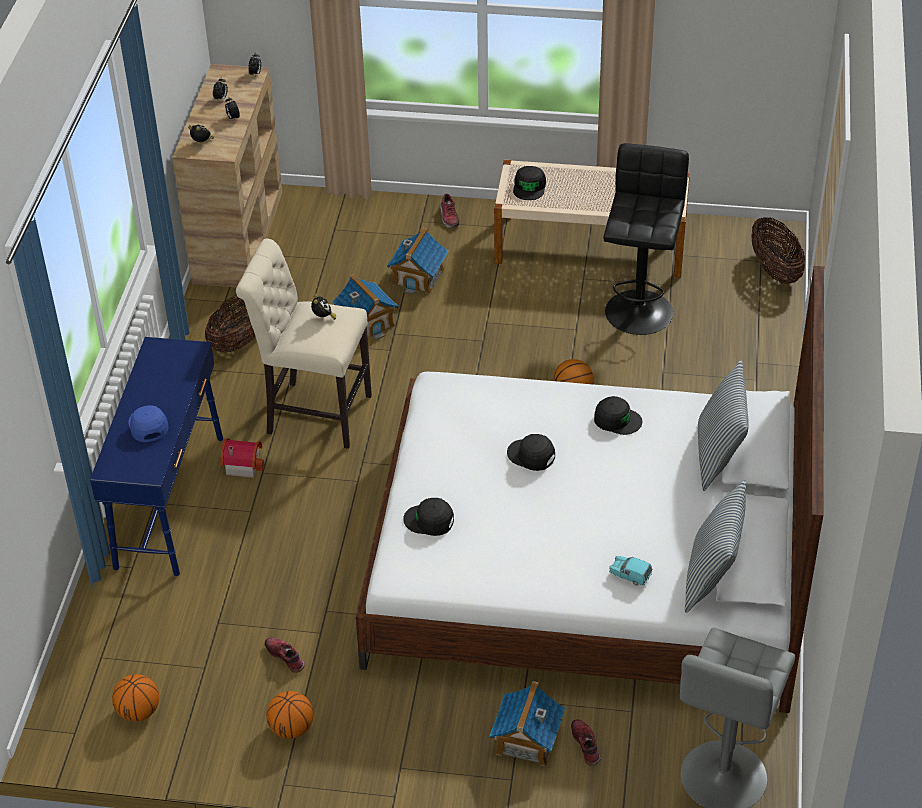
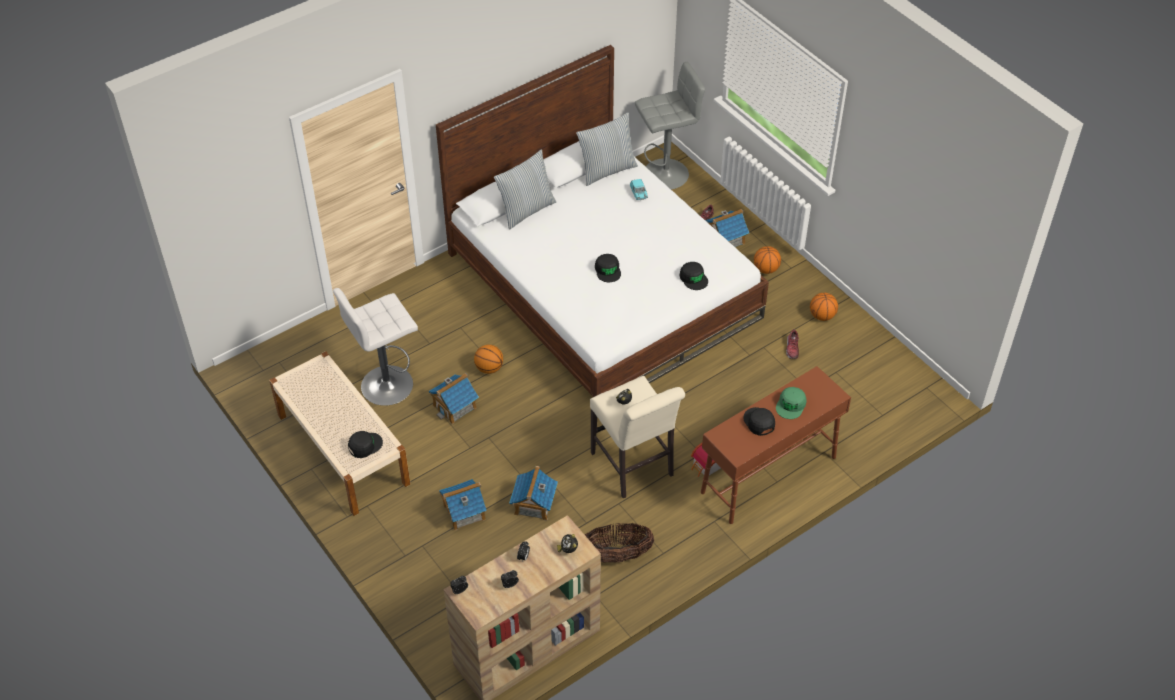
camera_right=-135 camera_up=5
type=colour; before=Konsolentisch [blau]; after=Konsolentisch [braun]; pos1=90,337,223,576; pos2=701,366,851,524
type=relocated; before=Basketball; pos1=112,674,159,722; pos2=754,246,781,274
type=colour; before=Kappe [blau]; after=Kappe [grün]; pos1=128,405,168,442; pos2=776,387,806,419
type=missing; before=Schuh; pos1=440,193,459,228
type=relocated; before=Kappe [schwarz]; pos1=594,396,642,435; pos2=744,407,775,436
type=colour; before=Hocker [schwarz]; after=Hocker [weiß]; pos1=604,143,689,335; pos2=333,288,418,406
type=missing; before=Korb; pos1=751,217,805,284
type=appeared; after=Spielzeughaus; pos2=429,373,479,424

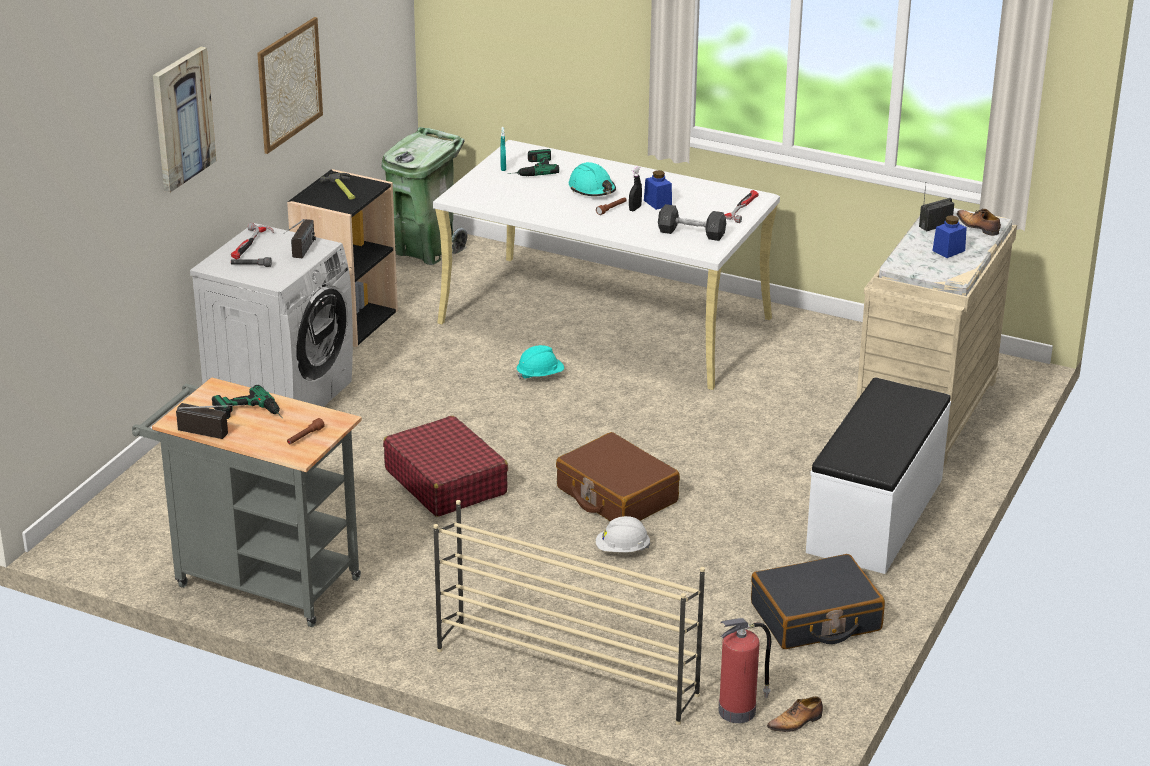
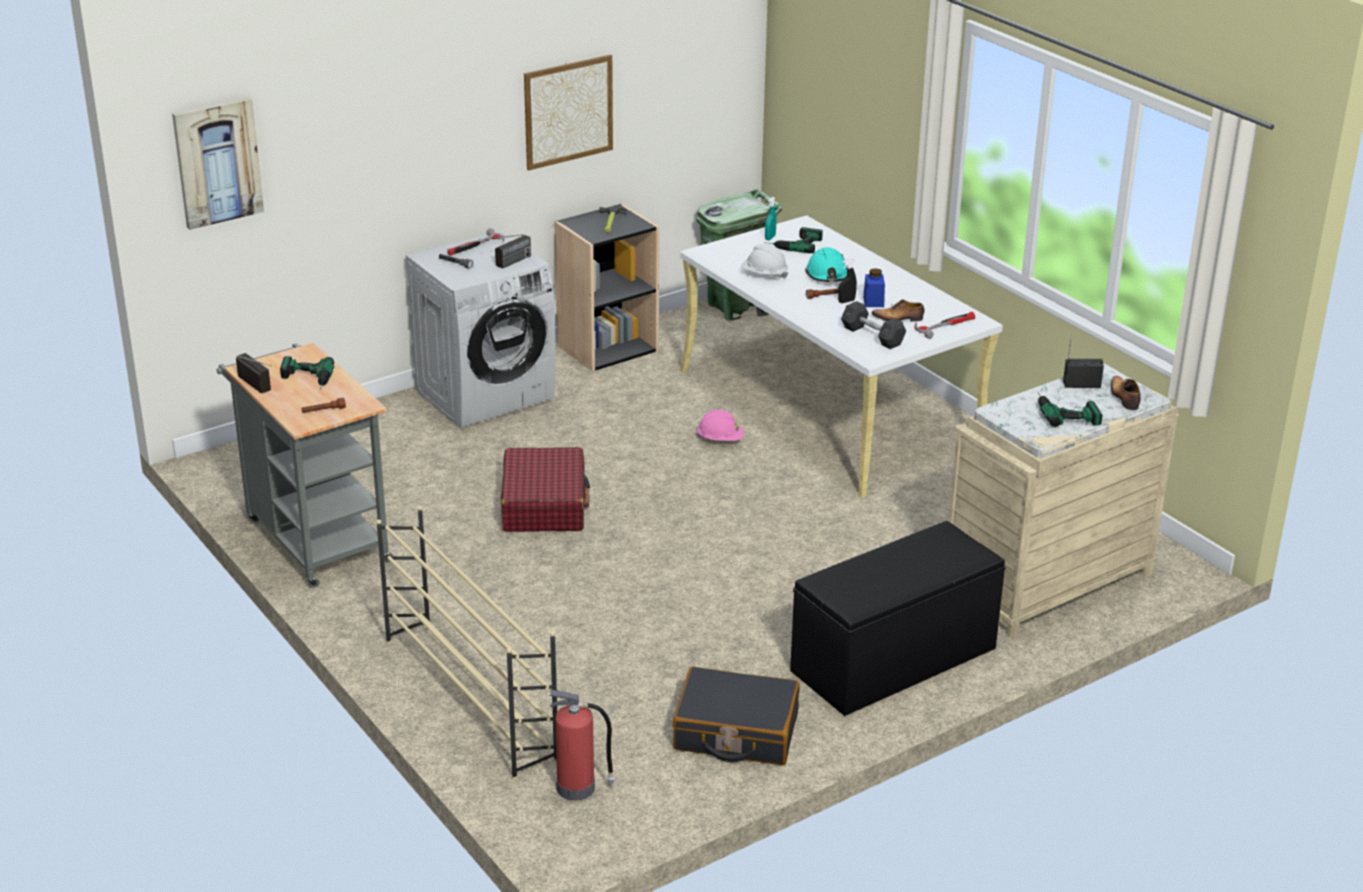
camera_right=30 camera_up=0
type=relocated; before=Bild; pos1=153,46,216,193; pos2=172,98,264,230
type=colour; before=Schutzhelm [türkis]; after=Schutzhelm [rosa]; pos1=516,345,564,379; pos2=696,410,744,441
type=missing; before=Koffer [braun]; pos1=556,432,680,521
type=relocated; before=Schutzhelm [weiß]; pos1=596,516,651,552; pos2=741,244,789,279
type=relocated; before=Schuh; pos1=767,696,823,732; pos2=872,299,924,322
type=colour; before=Bank [weiß]; after=Bank [schwarz]; pos1=806,378,951,574; pos2=790,521,1005,716
type=exchanged; before=Vorratsglas [blau]; after=Bohrmaschine; pos1=932,215,967,258; pos2=1038,393,1103,427

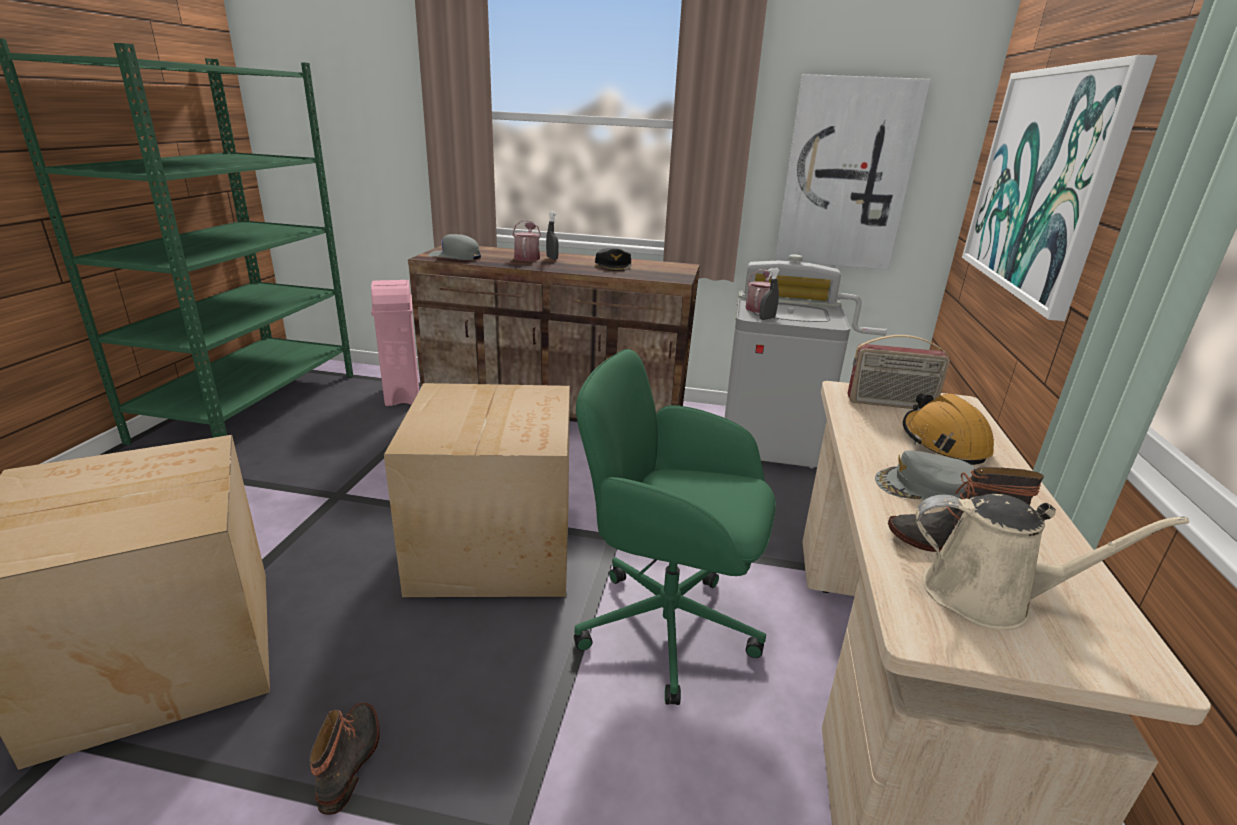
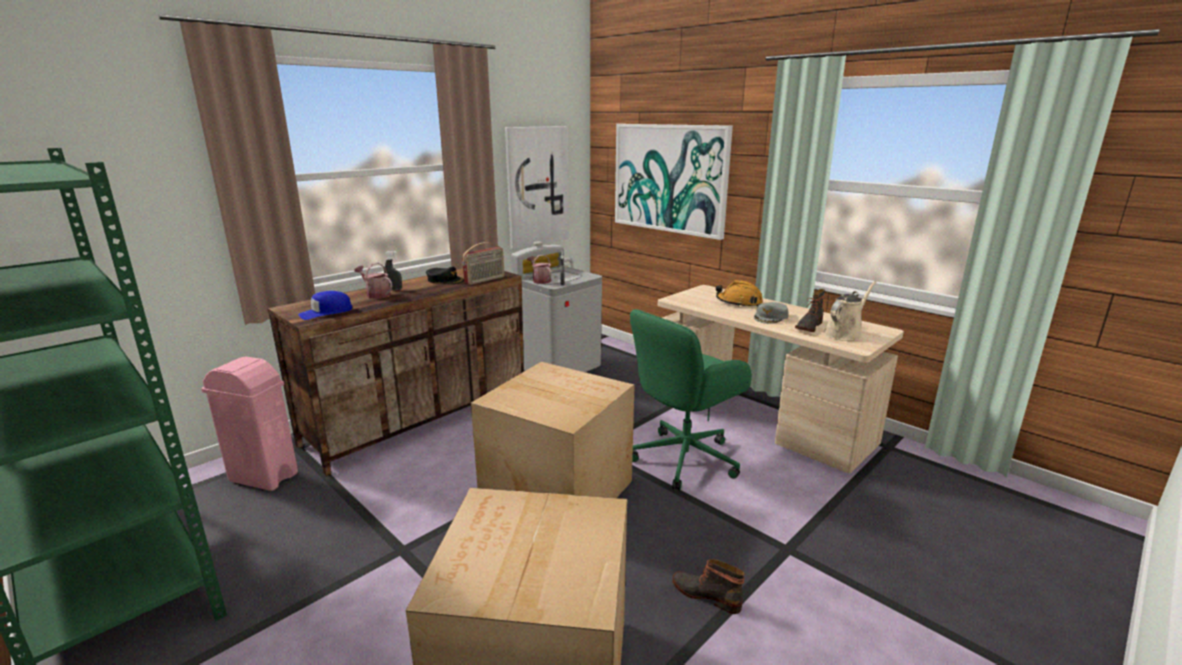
camera_right=-55 camera_up=-5
type=colour; before=Kappe [grau]; after=Kappe [blau]; pos1=428,234,481,260; pos2=298,291,353,320
type=relocated; before=Radio; pos1=847,335,950,409; pos2=462,242,505,285

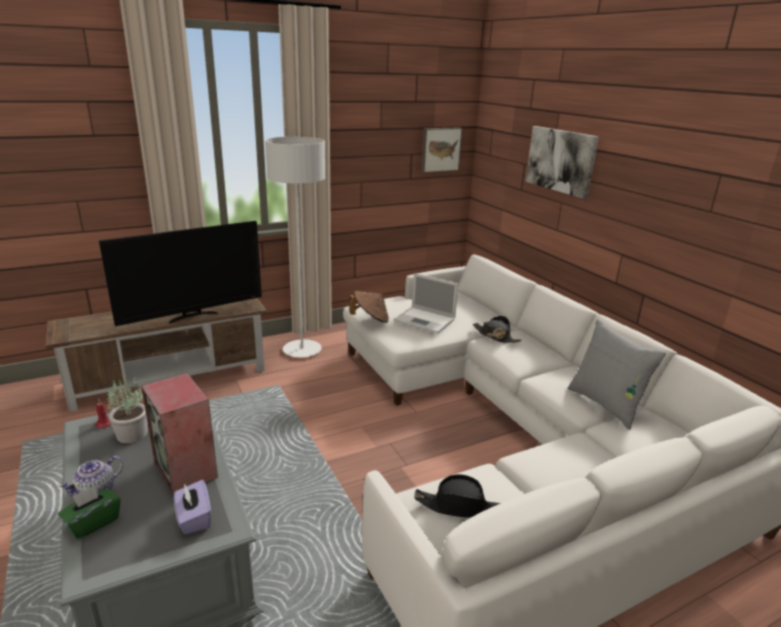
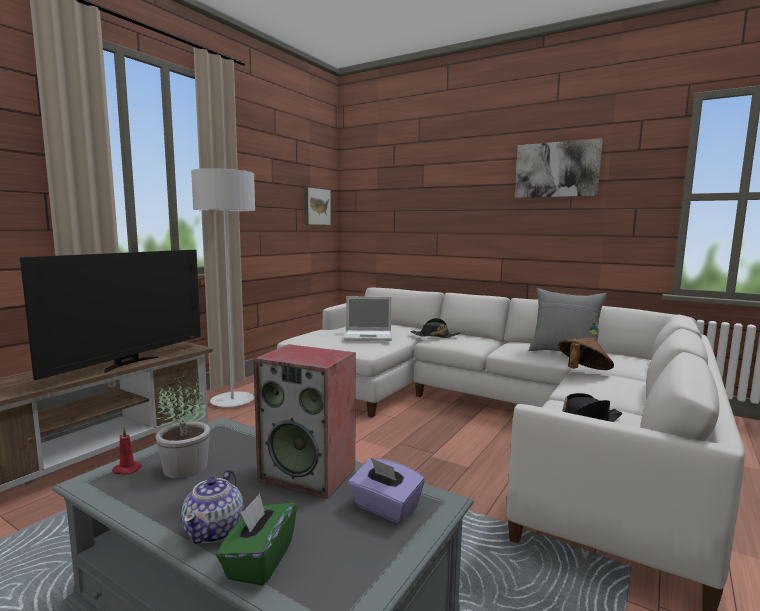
camera_right=-30 camera_up=-15
type=relocated; before=Hut [braun]; pos1=349,291,389,323; pos2=558,337,614,370
type=relocated; before=Bild; pos1=526,126,599,199; pos2=515,138,603,198

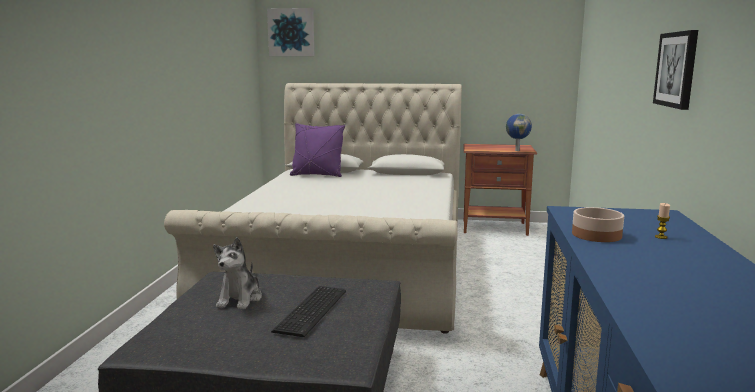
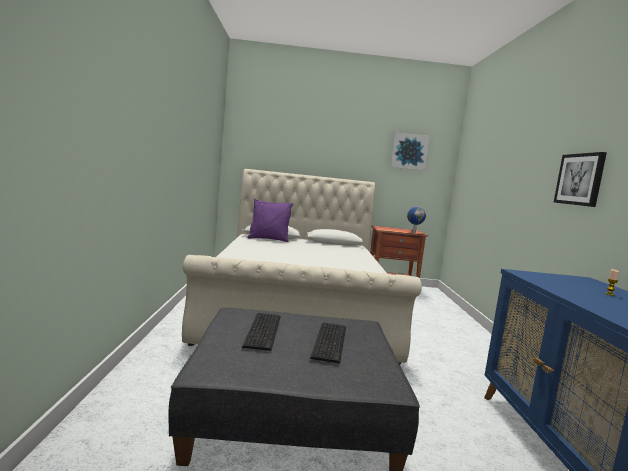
camera_right=-10 camera_up=-5
type=exchanged; before=Plüschtier; after=Tastatur; pos1=213,237,262,309; pos2=242,313,281,351
type=relocated; before=Bild; pos1=267,8,314,56; pos2=391,132,430,171
type=missing; before=Schüssel; pos1=572,207,624,242

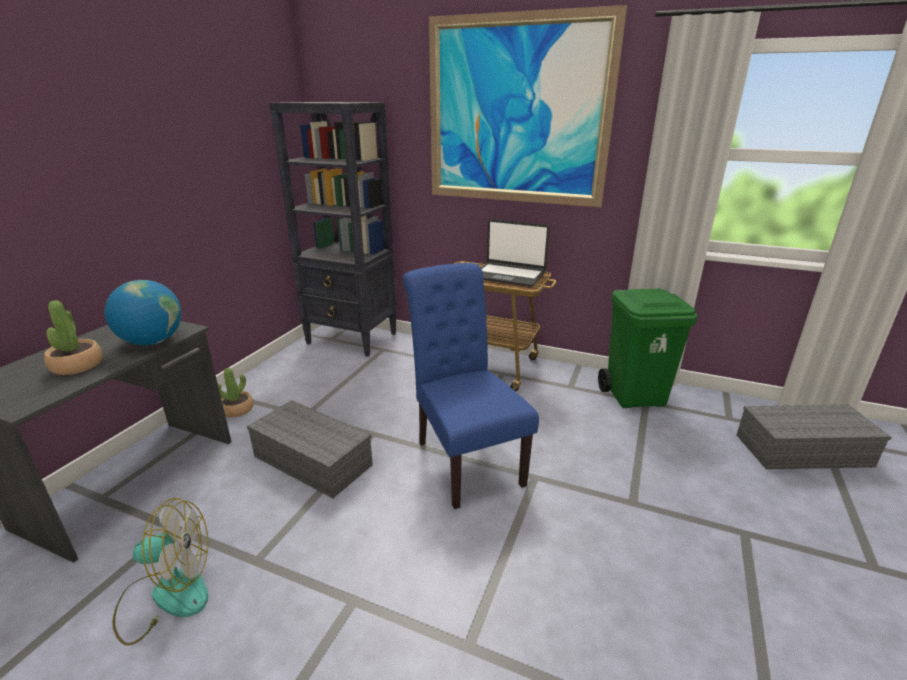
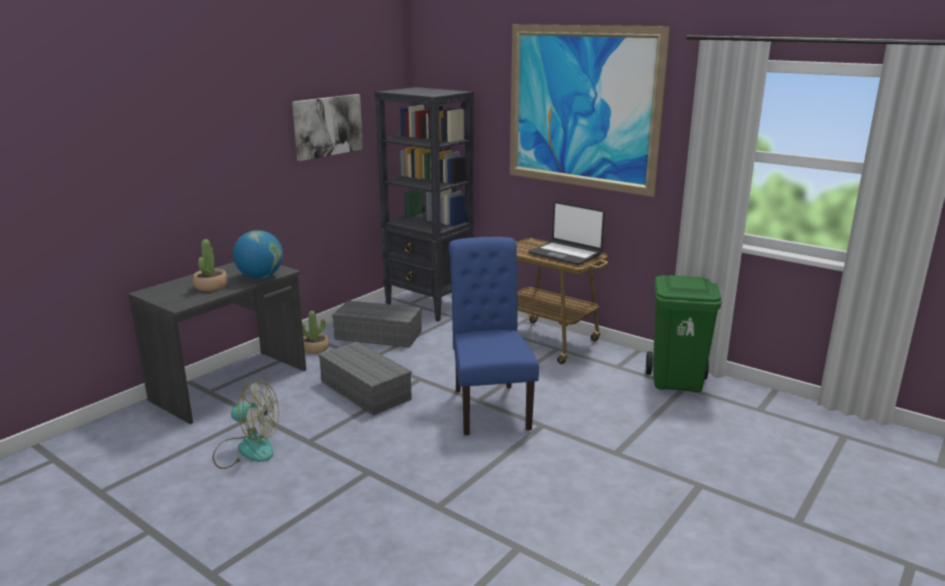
camera_right=15 camera_up=-5
type=relocated; before=Aufbewahrungsbox [grau]; pos1=736,405,891,469; pos2=332,301,422,347
type=appeared; after=Bild; pos2=292,94,363,161

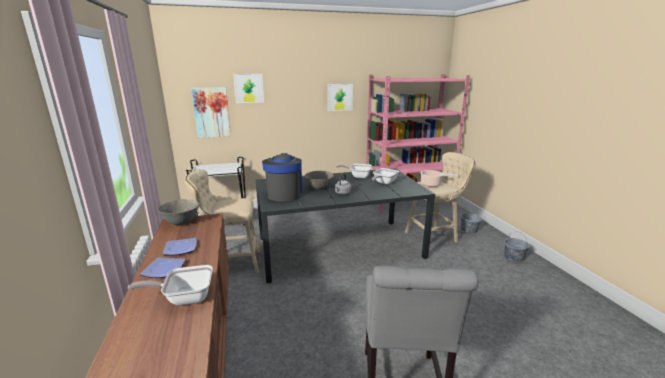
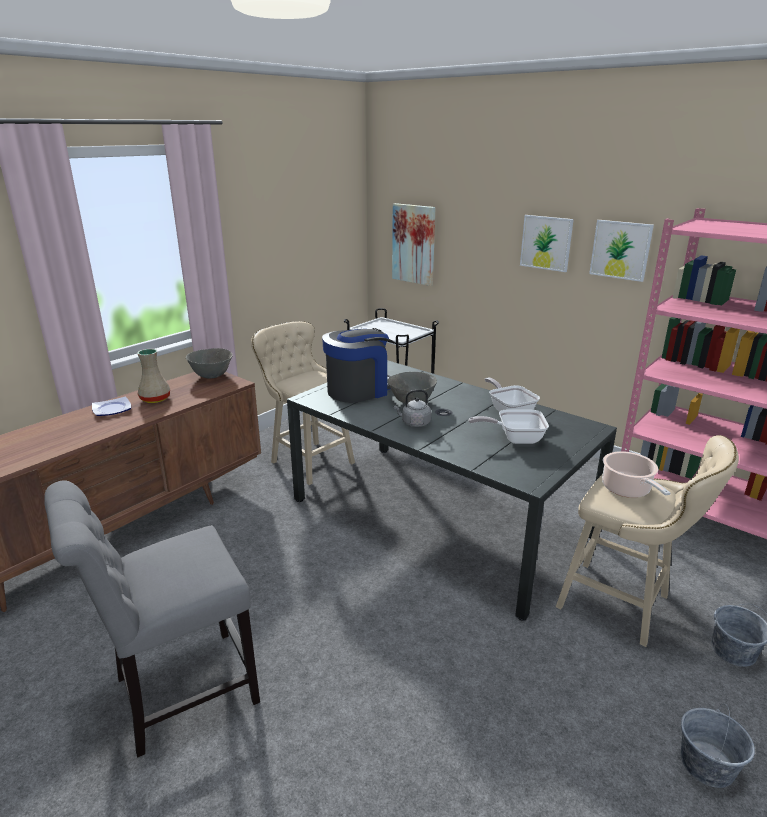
camera_right=55 camera_up=5
type=missing; before=Pfanne; pos1=128,265,213,305
type=exchanged; before=Teller; after=Vase [beige]; pos1=163,238,197,256; pos2=137,349,170,403
type=relocated; before=Bild; pos1=233,74,264,103; pos2=520,215,574,272

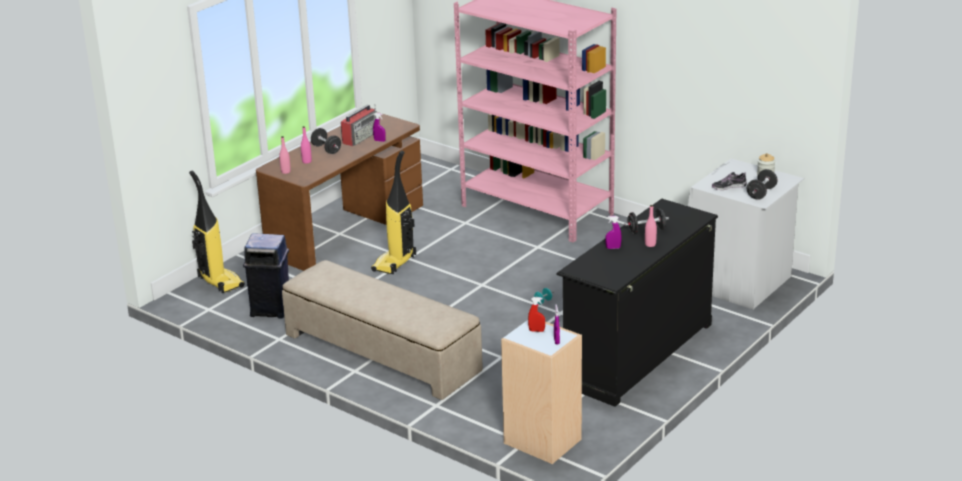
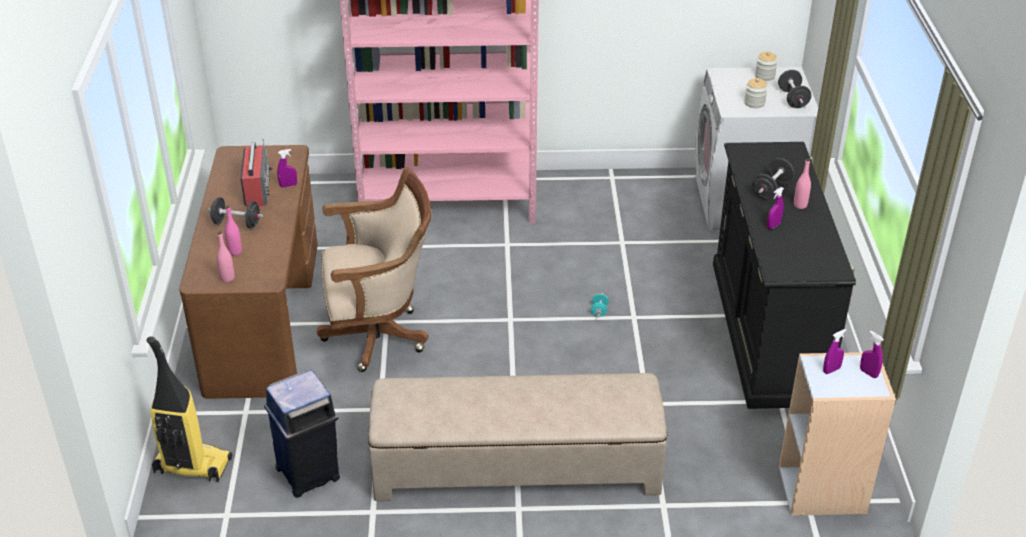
camera_right=-40 camera_up=10
type=exchanged; before=Staubsauger; after=Bürostuhl; pos1=371,151,416,274; pos2=317,167,431,372
type=colour; before=Sprühflasche [rot]; after=Sprühflasche [lila]; pos1=528,297,545,332; pos2=823,329,847,374
type=exchanged; before=Schuh; after=Vorratsglas; pos1=712,172,747,190; pos2=744,78,768,108

